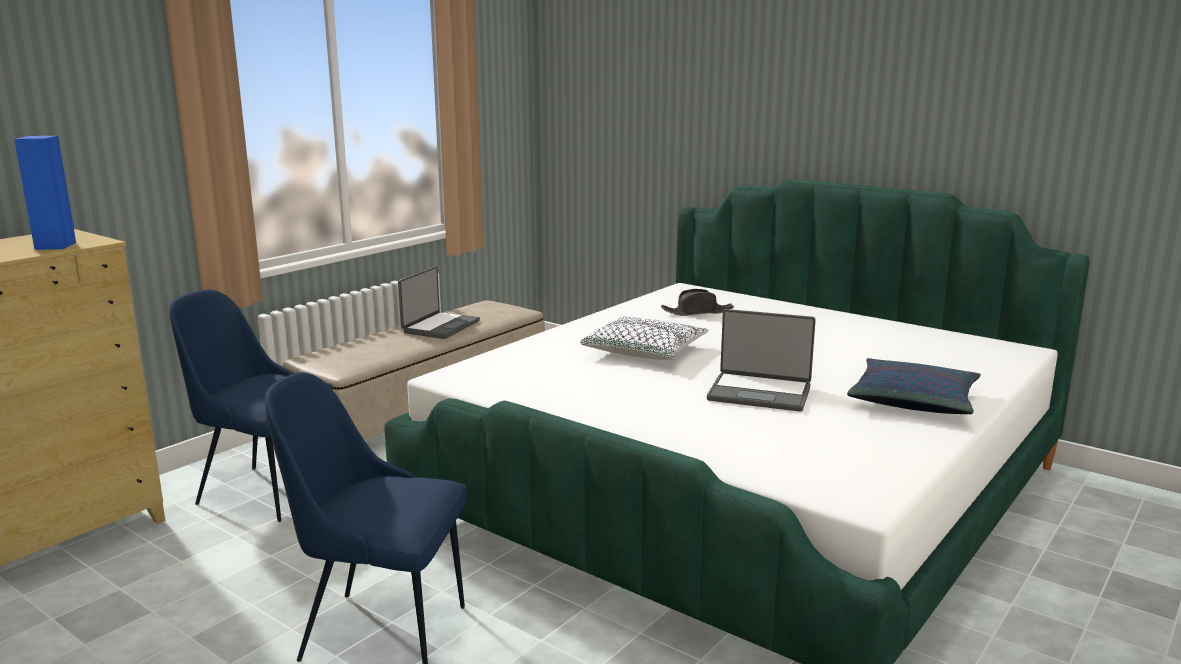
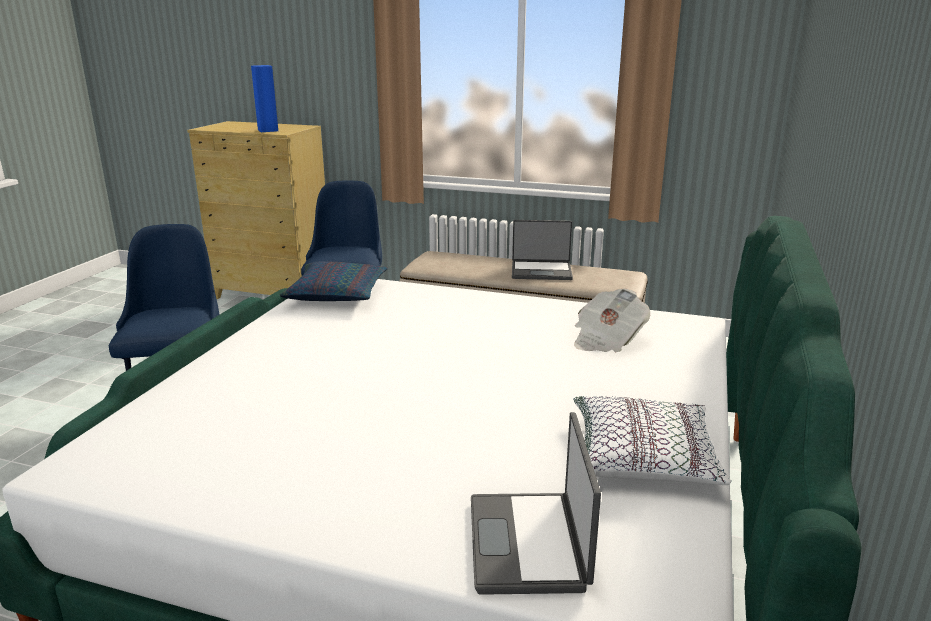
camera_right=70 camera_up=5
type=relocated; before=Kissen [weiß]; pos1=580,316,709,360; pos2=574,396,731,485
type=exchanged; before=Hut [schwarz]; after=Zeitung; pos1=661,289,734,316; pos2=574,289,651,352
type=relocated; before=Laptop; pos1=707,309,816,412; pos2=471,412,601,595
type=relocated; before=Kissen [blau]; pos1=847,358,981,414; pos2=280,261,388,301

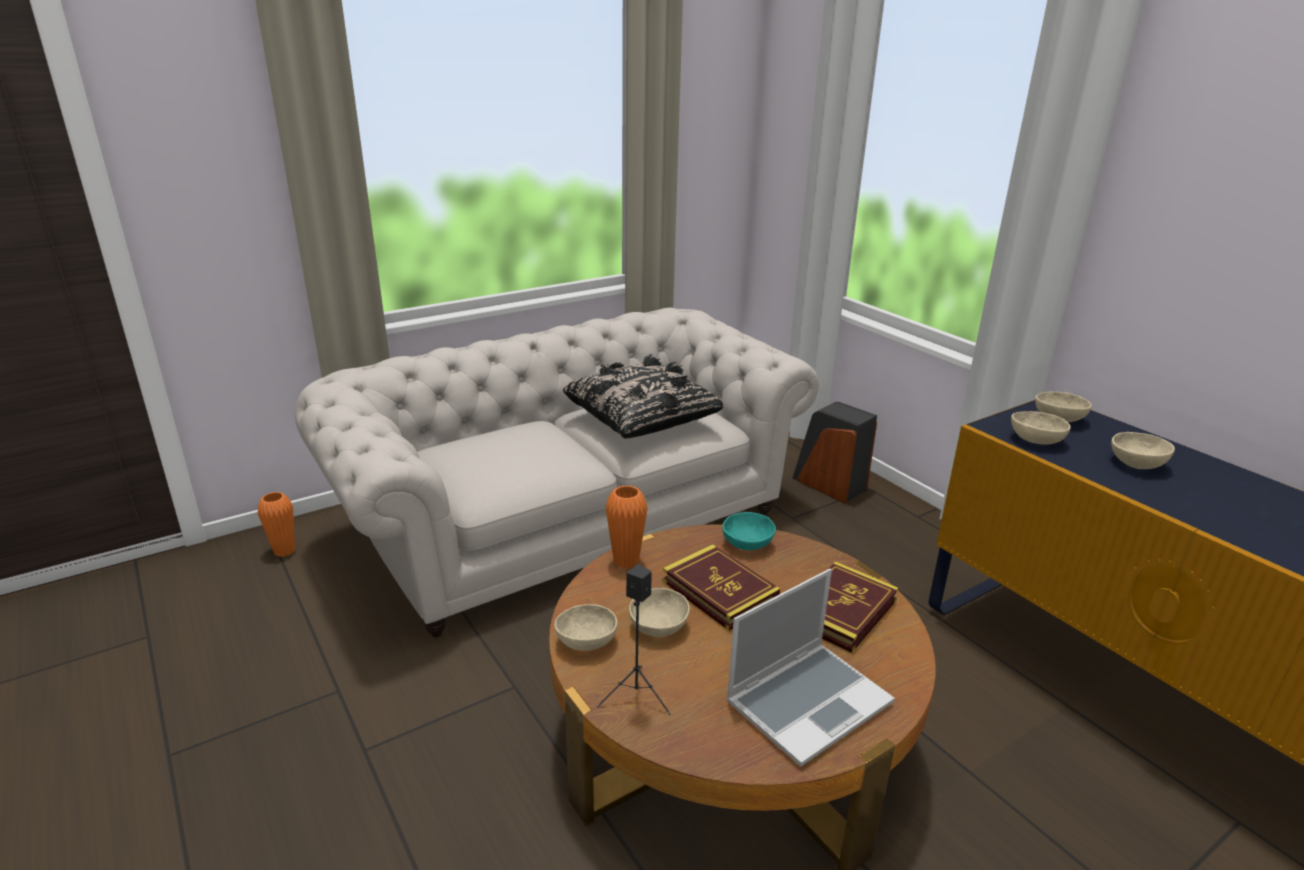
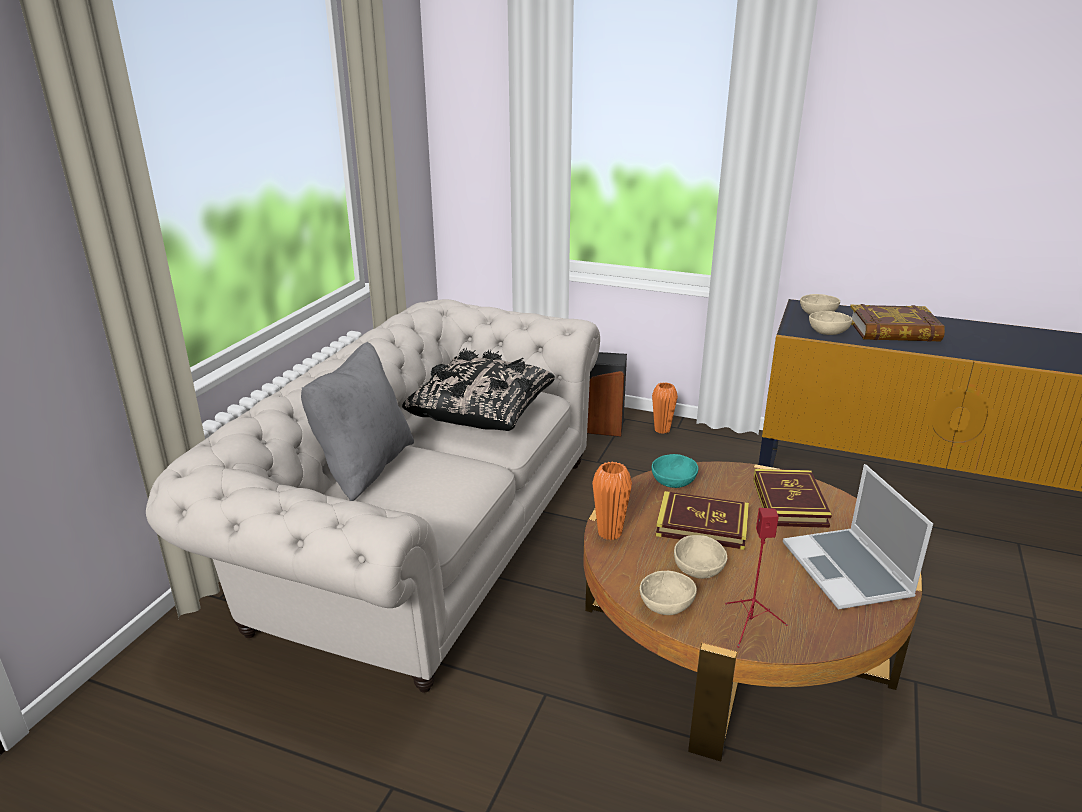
camera_right=-35 camera_up=0
type=relocated; before=Vase [orange]; pos1=258,492,295,557; pos2=652,382,678,434
type=colour; before=Lautsprecher [schwarz]; after=Lautsprecher [rot]; pos1=597,564,671,715; pos2=725,508,788,648
type=spun; before=Laptop; pos1=726,569,895,767; pos2=783,464,933,610; turn=150
type=exchanged; before=Schüssel [beige]; after=Buch; pos1=1111,432,1175,469; pos2=850,304,945,342
type=appeared; after=Kissen [grau]; pos2=301,342,414,501

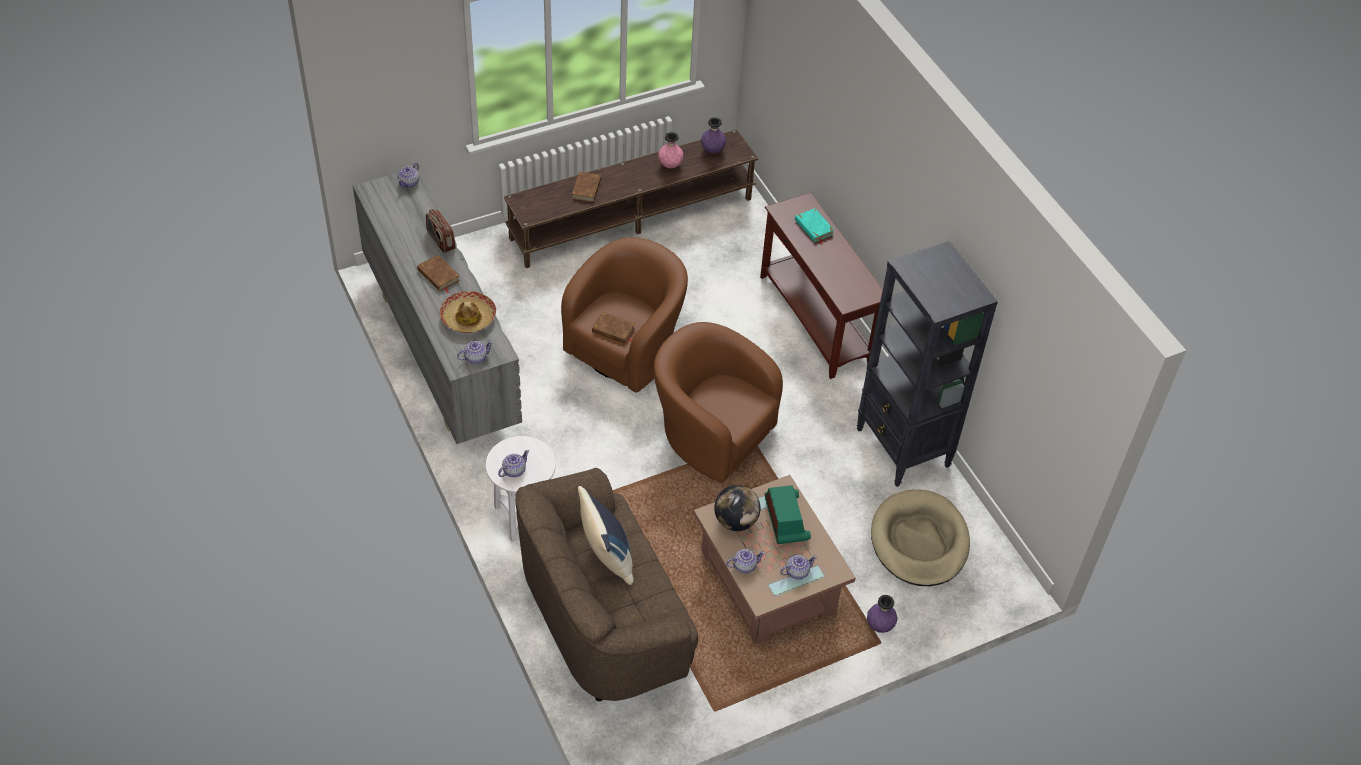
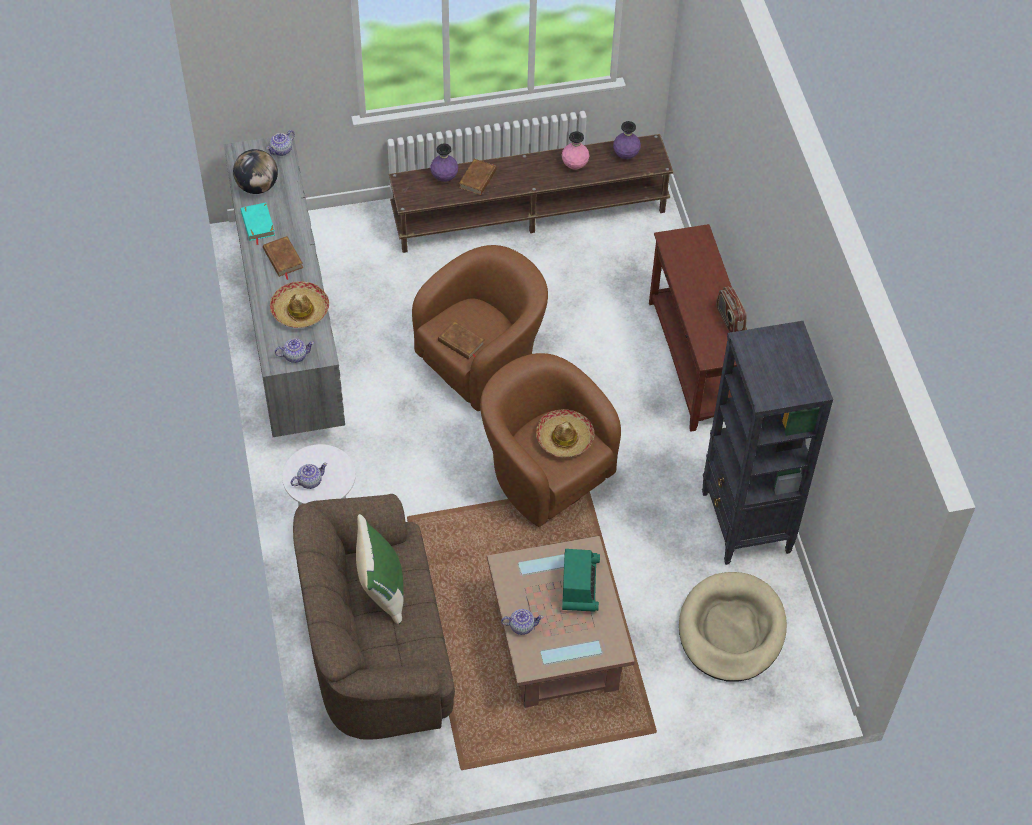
camera_right=15 camera_up=5
type=relocated; before=Radio; pos1=426,209,456,253; pos2=716,286,747,332
type=colour; before=Kissen [blau]; after=Kissen [grün]; pos1=578,486,634,585; pos2=356,514,404,624
type=relocated; before=Globus; pos1=714,485,761,531; pos2=233,149,278,194
type=missing; before=Teekanne; pos1=780,555,817,580
type=relocated; before=Buch [türkis]; pos1=795,208,834,245; pos2=241,202,275,245
type=relocated; before=Vase [lila]; pos1=867,595,897,633; pos2=430,143,458,182
type=appeared; after=Hut; pos2=536,409,595,457

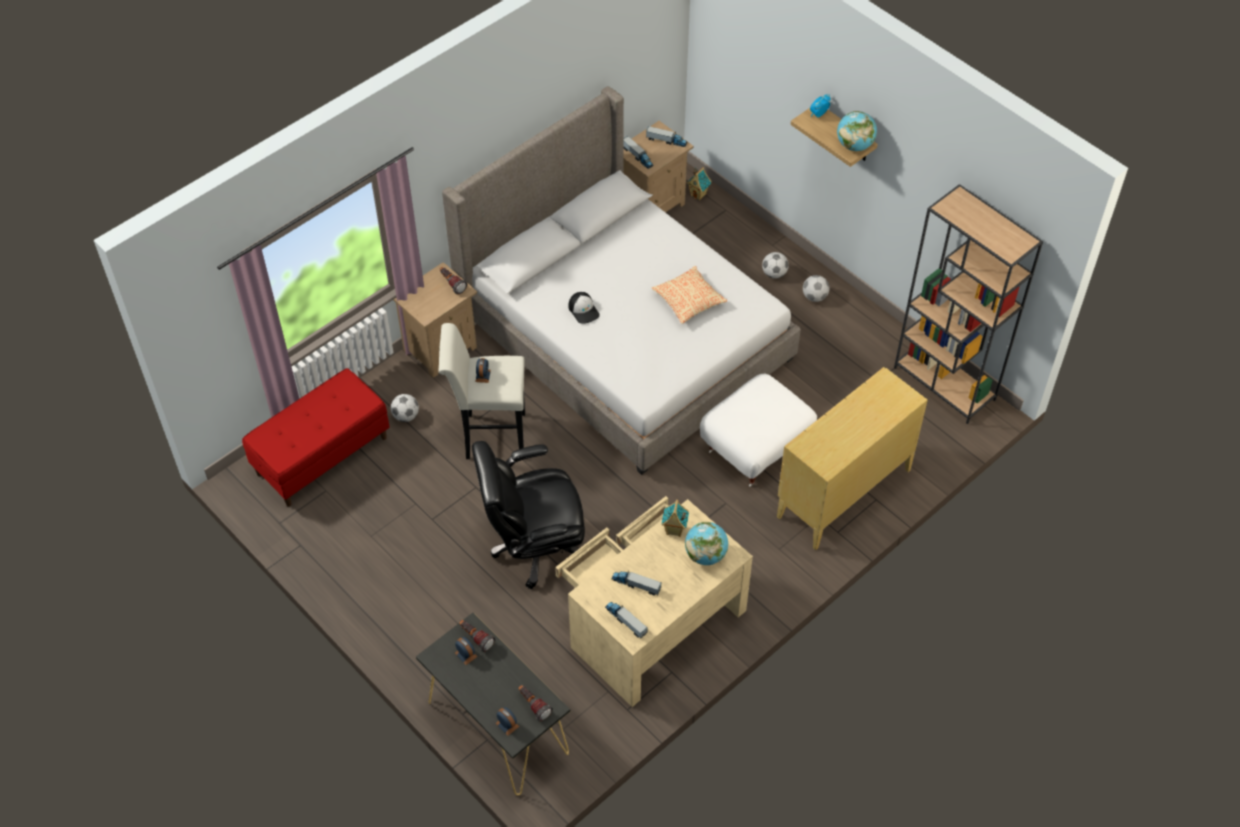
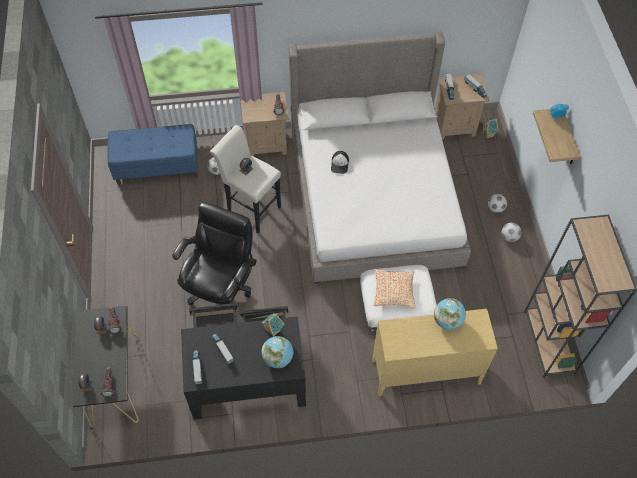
camera_right=35 camera_up=5
type=colour; before=Bank [rot]; after=Bank [blau]; pos1=242,368,390,506; pos2=107,124,198,185
type=spun; before=Bürostuhl [schwarz]; pos1=472,441,585,589; pos2=172,202,257,305; turn=90
type=colour; before=Schreibtisch [beige]; after=Schreibtisch [schwarz]; pos1=555,496,753,707; pos2=181,303,306,419
type=relocated; before=Kissen [beige]; pos1=652,266,727,324; pos2=373,269,416,308
type=relocated; before=Globus; pos1=837,111,877,151; pos2=434,298,466,330

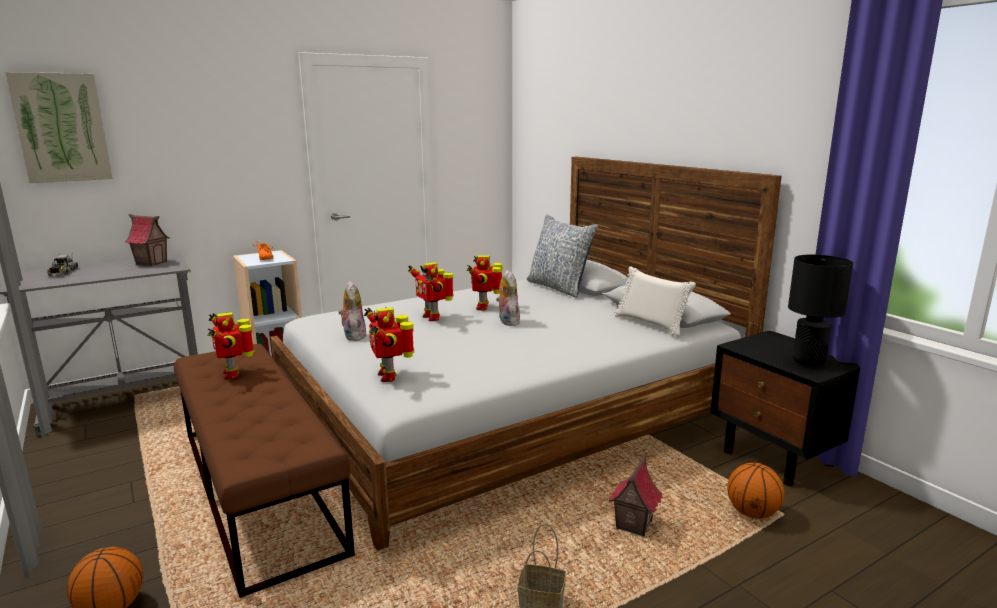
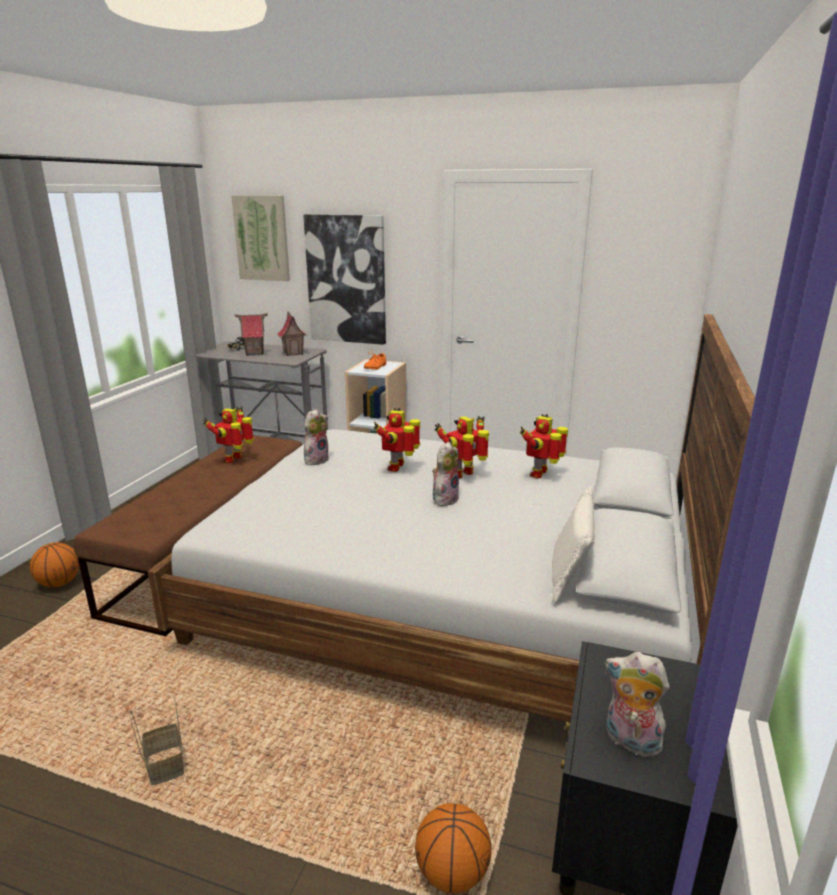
camera_right=50 camera_up=5
type=relocated; before=Spielzeugroboter; pos1=364,307,414,382; pos2=520,414,568,478
type=missing; before=Kissen; pos1=527,214,598,298
type=relocated; before=Spielzeughaus; pos1=609,453,663,537; pos2=234,313,268,356
type=exchanged; before=Tischlampe [schwarz]; after=Plüschtier; pos1=788,255,853,366; pos2=605,652,669,757
type=appeared; after=Bild; pos2=303,214,386,345

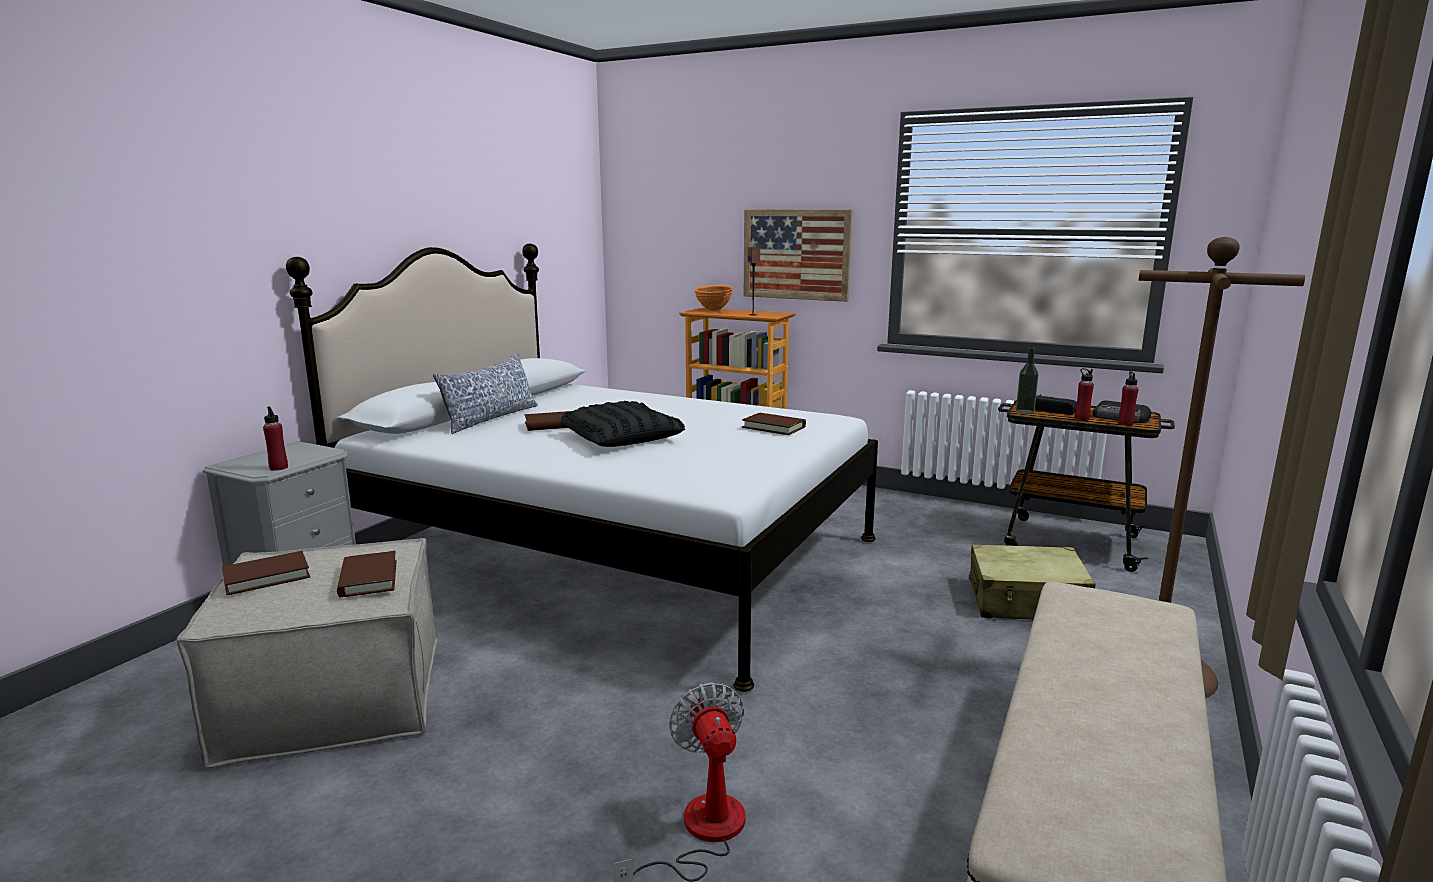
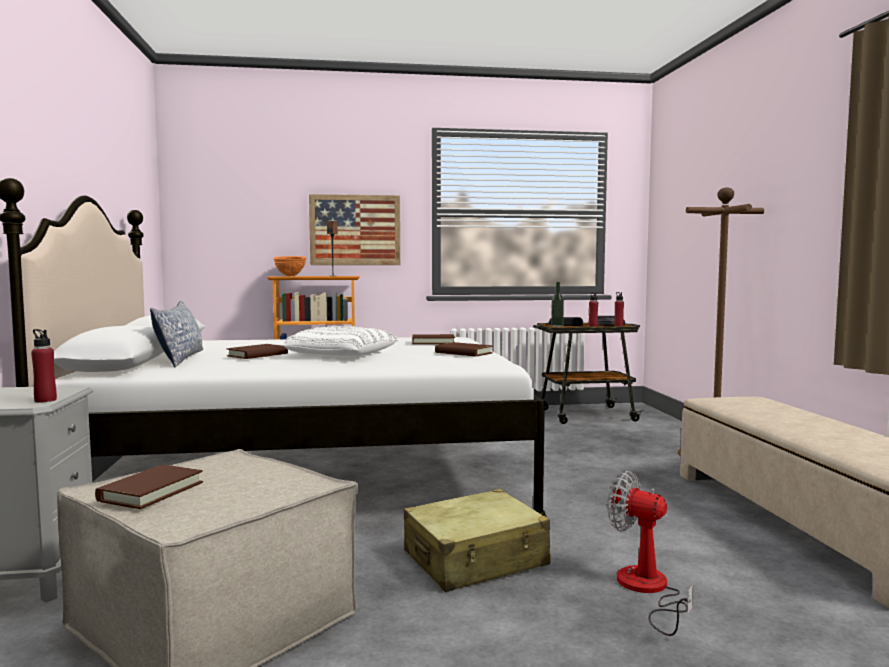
camera_right=-35 camera_up=-10
type=relocated; before=Buch [braun]; pos1=337,551,397,597; pos2=435,342,493,357
type=colour; before=Kissen [schwarz]; after=Kissen [weiß]; pos1=561,401,685,447; pos2=284,326,398,356
type=relocated; before=Koffer [beige]; pos1=969,544,1096,620; pos2=404,489,550,592

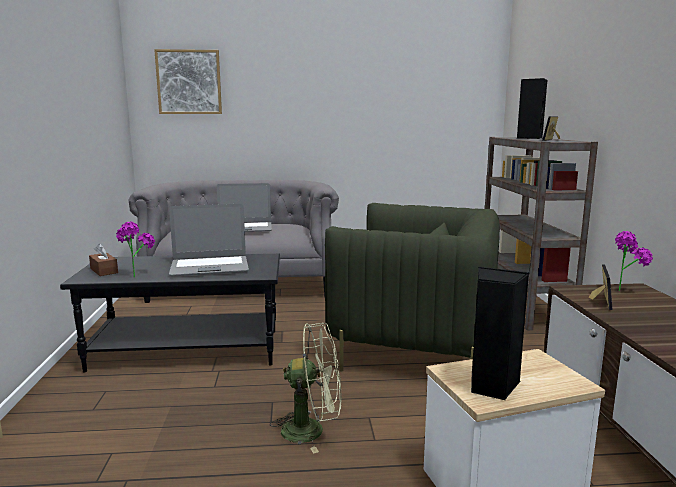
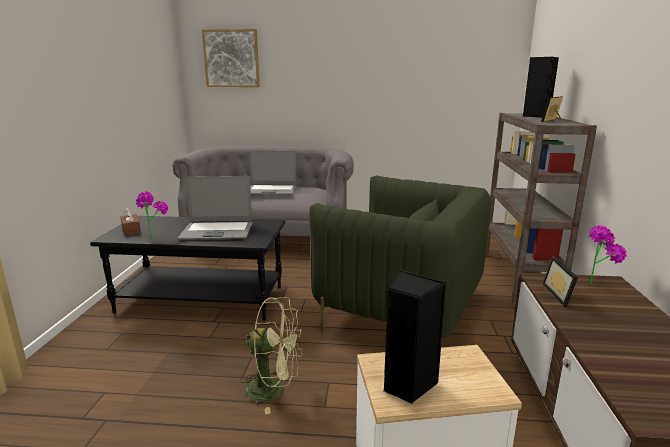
camera_right=10 camera_up=5
type=spun; before=Bilderrahmen; pos1=589,265,612,310; pos2=542,256,578,307; turn=150

